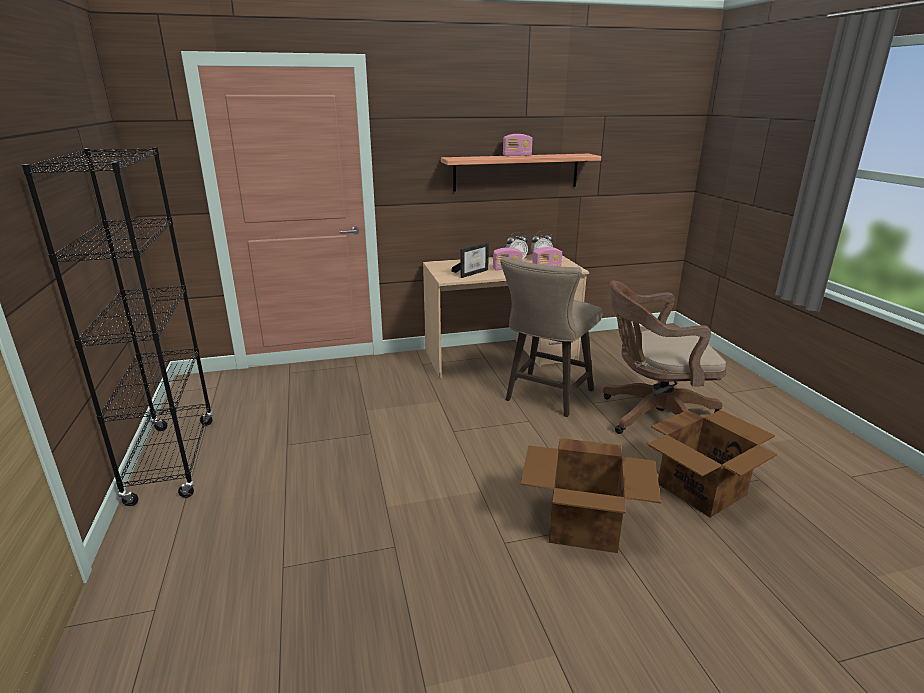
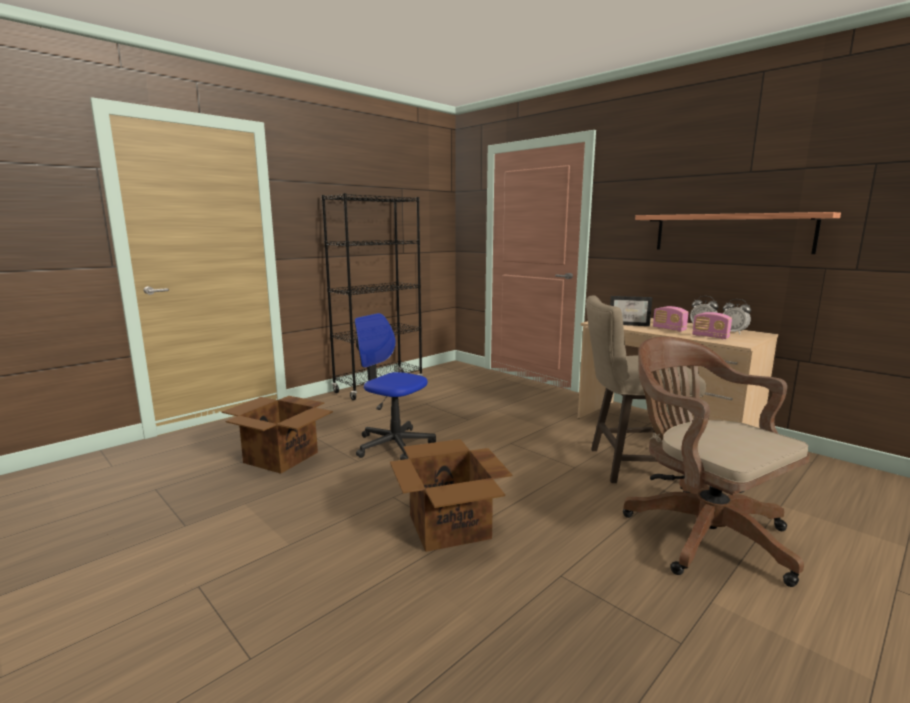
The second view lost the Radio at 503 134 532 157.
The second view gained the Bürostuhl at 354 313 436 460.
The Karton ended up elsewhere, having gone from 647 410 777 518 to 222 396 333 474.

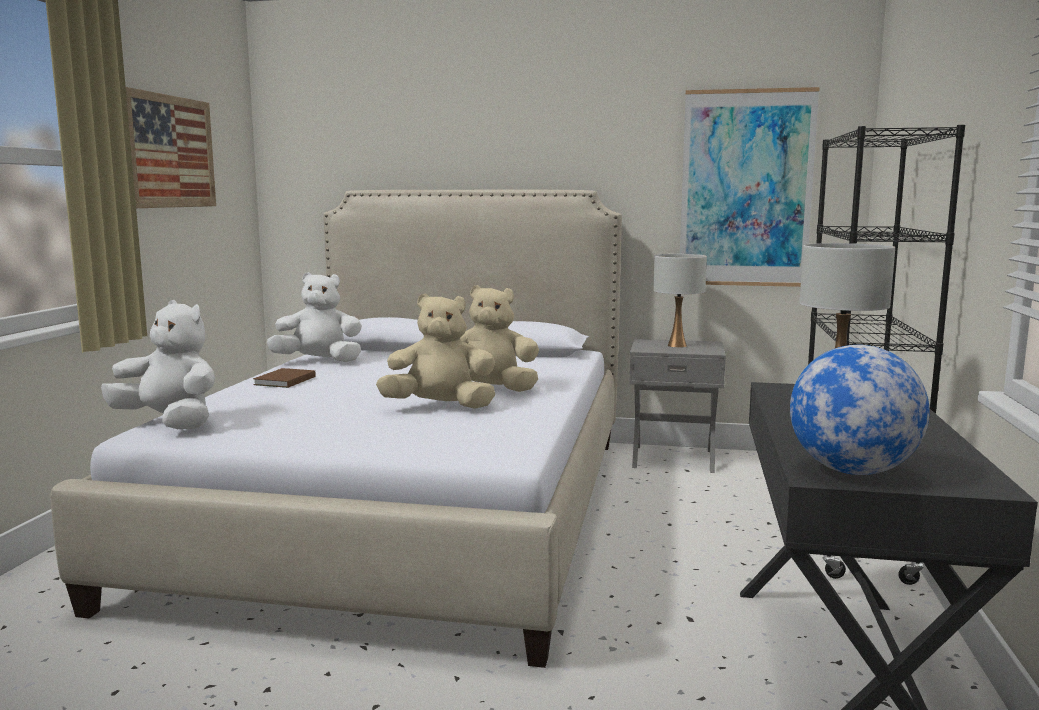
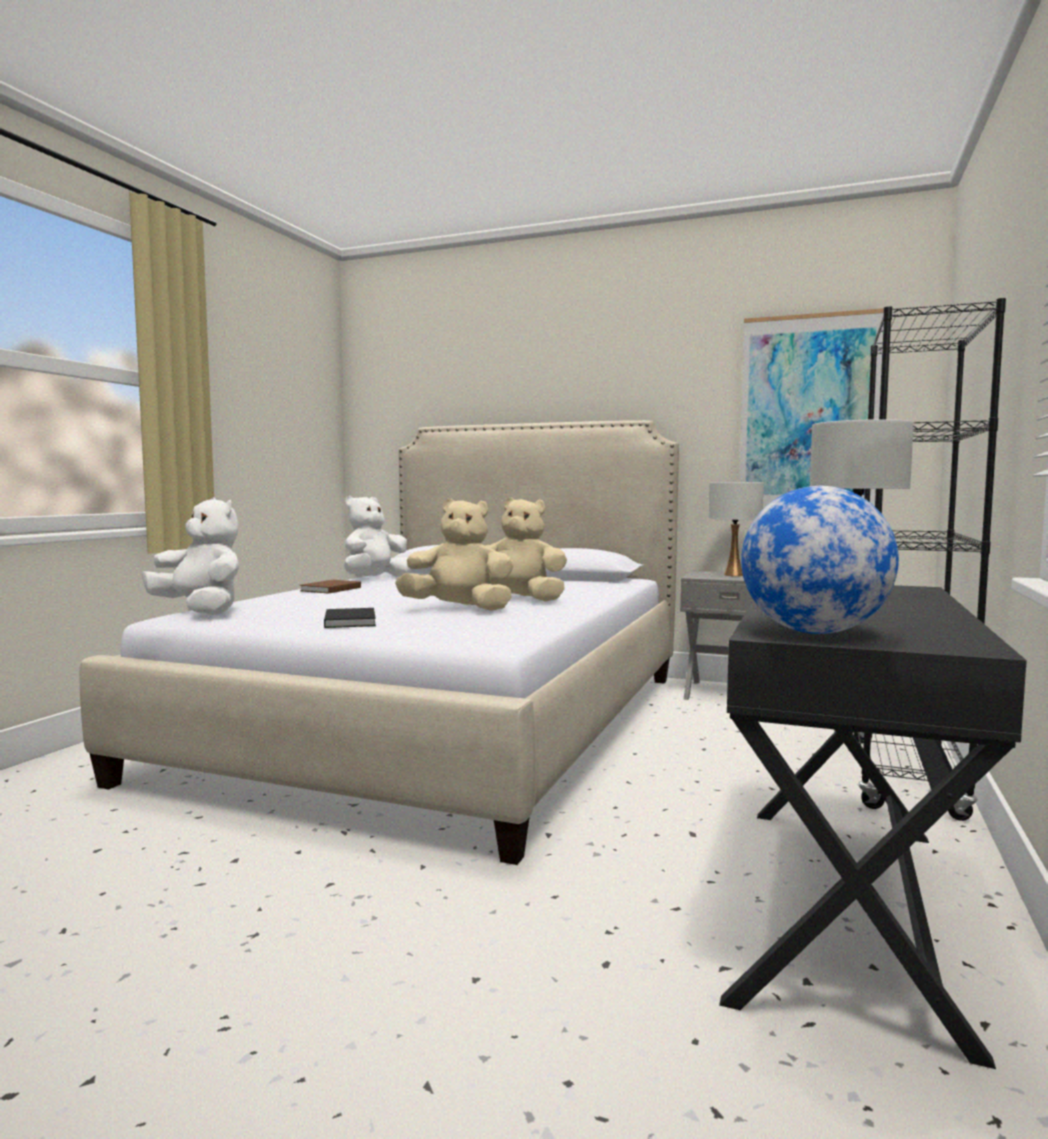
The second view lost the Bild at 126 87 216 208.
The second view gained the Buch (schwarz) at 324 608 376 628.
The Plüschtier (weiß) at 266 272 362 362 ended up facing another way, 60 degrees counterclockwise from before.

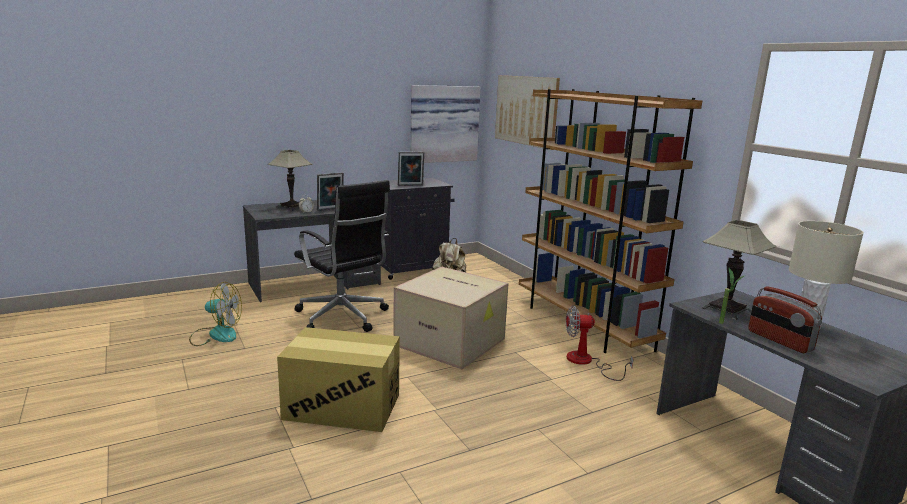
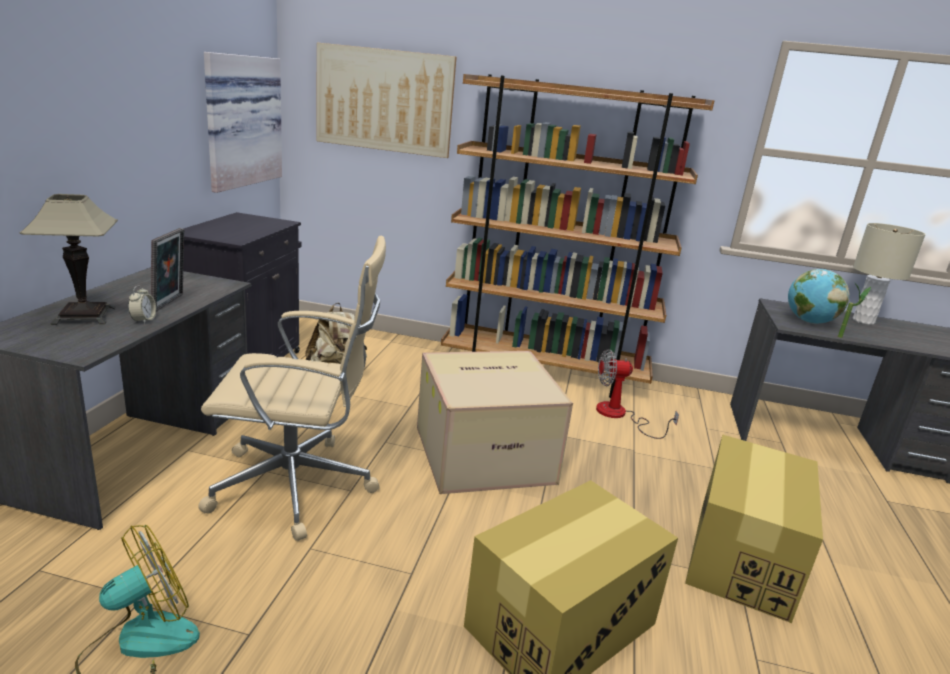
The second view lost the Bilderrahmen at 398 152 424 186.
The second view lost the Radio at 748 286 822 353.
The second view gained the Karton at 685 435 823 623.
Where the Tischlampe stood at 702 220 776 320, the Globus came to stand at 788 269 850 324.
What was the Bürostuhl (schwarz) at 294 180 390 332 turned into the Bürostuhl (beige) at 198 236 386 541.
The Ventilator at 566 306 634 381 ended up facing another way, 45 degrees clockwise from before.

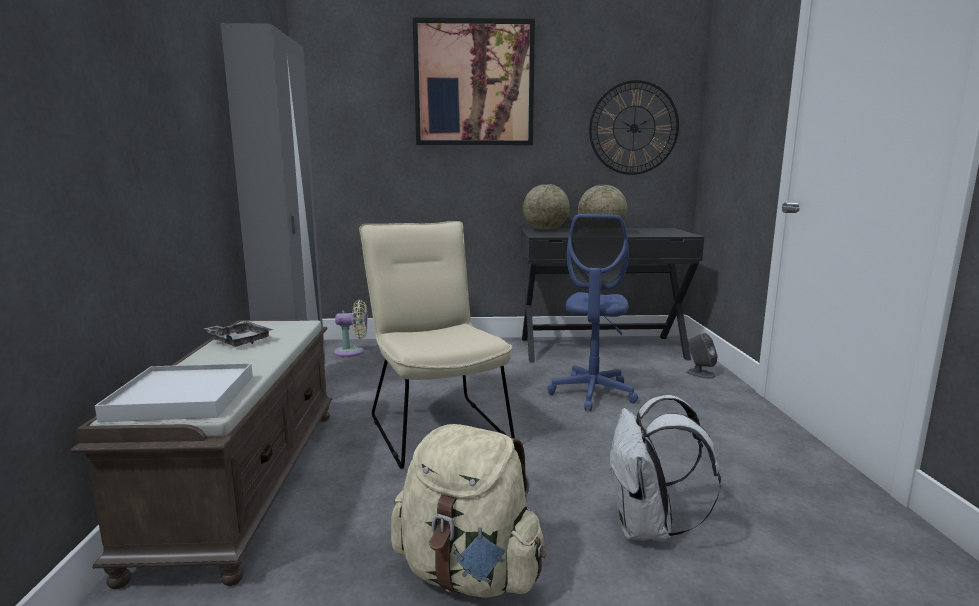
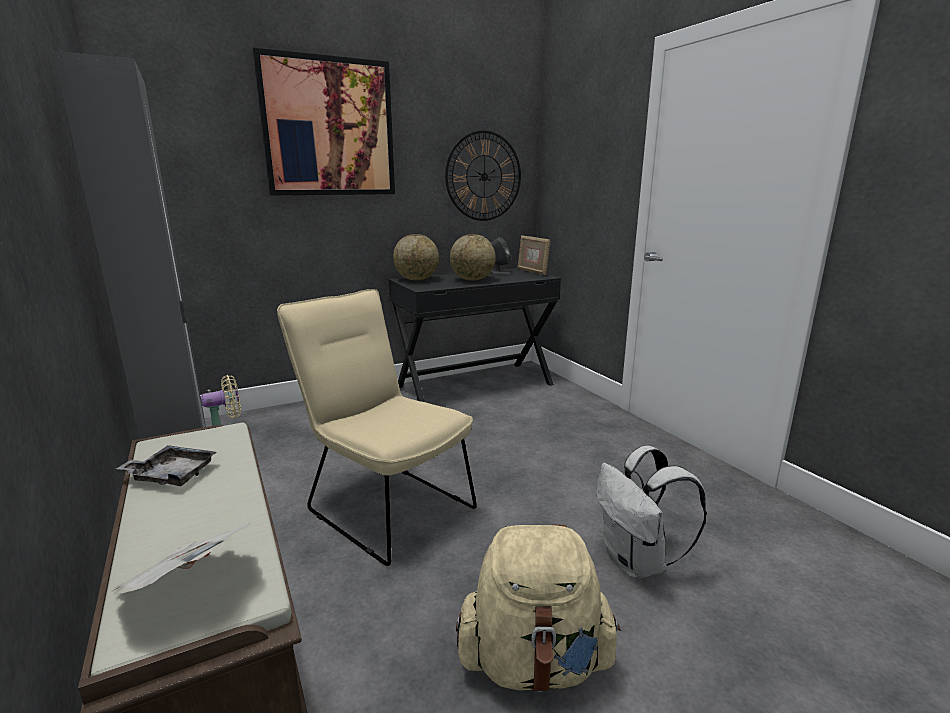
The second view lost the Bürostuhl (blau) at 547 214 638 411.
The second view gained the Bilderrahmen at 518 235 551 275.
The Lautsprecher (grau) ended up elsewhere, having gone from 686 333 718 379 to 490 237 511 274.
Where the Tablett (weiß) stood at 95 363 253 422, the Zeitung came to stand at 111 524 252 594.

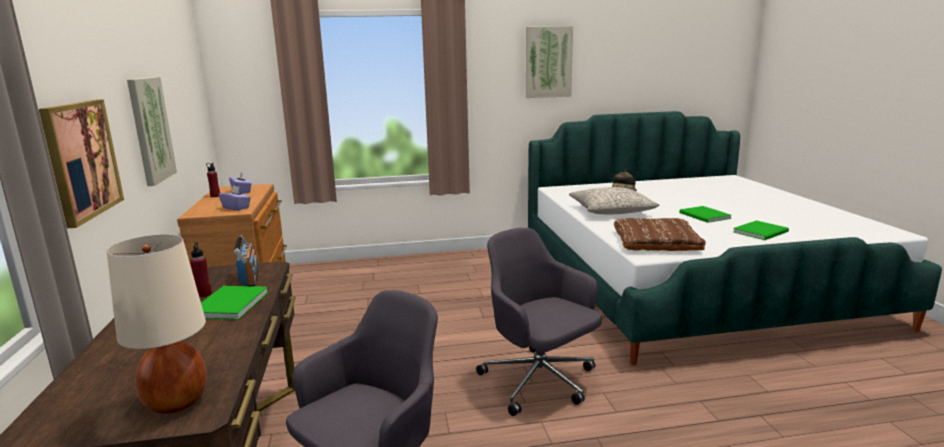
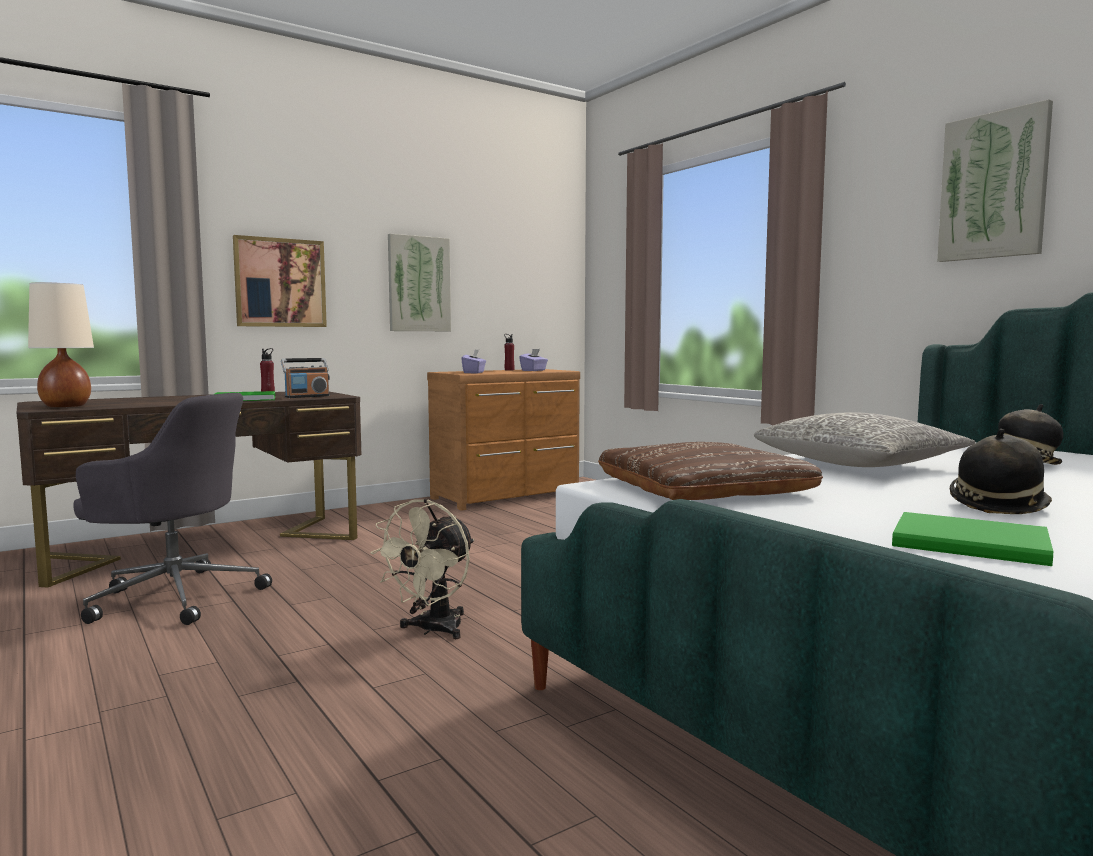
Where the Bürostuhl (grau) stood at 476 227 602 416, the Ventilator (beige) came to stand at 370 499 474 639.
Where the Buch (grün) stood at 679 206 731 223, the Hut came to stand at 950 429 1052 514.

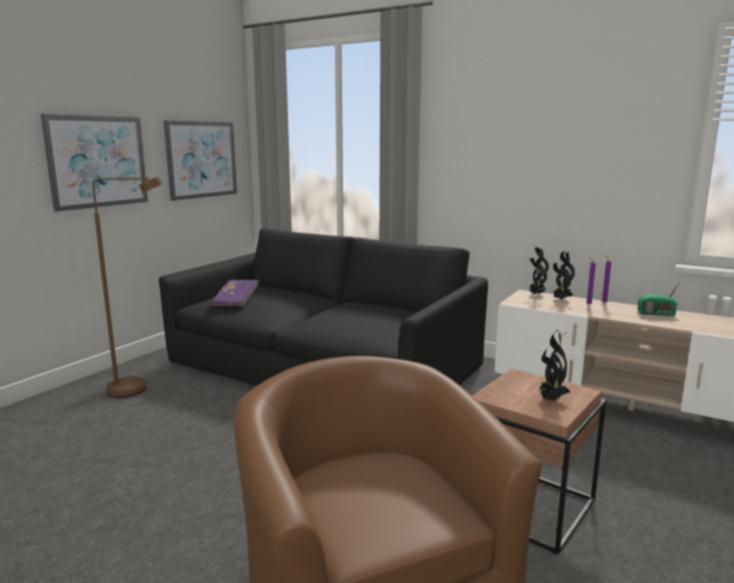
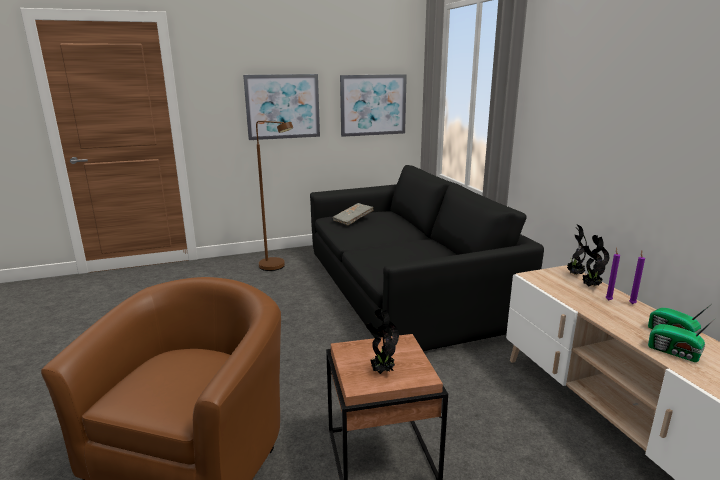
The second view gained the Radio at 648 318 716 362.
What was the Buch (lila) at 211 280 259 306 turned into the Buch (grau) at 333 203 374 225.

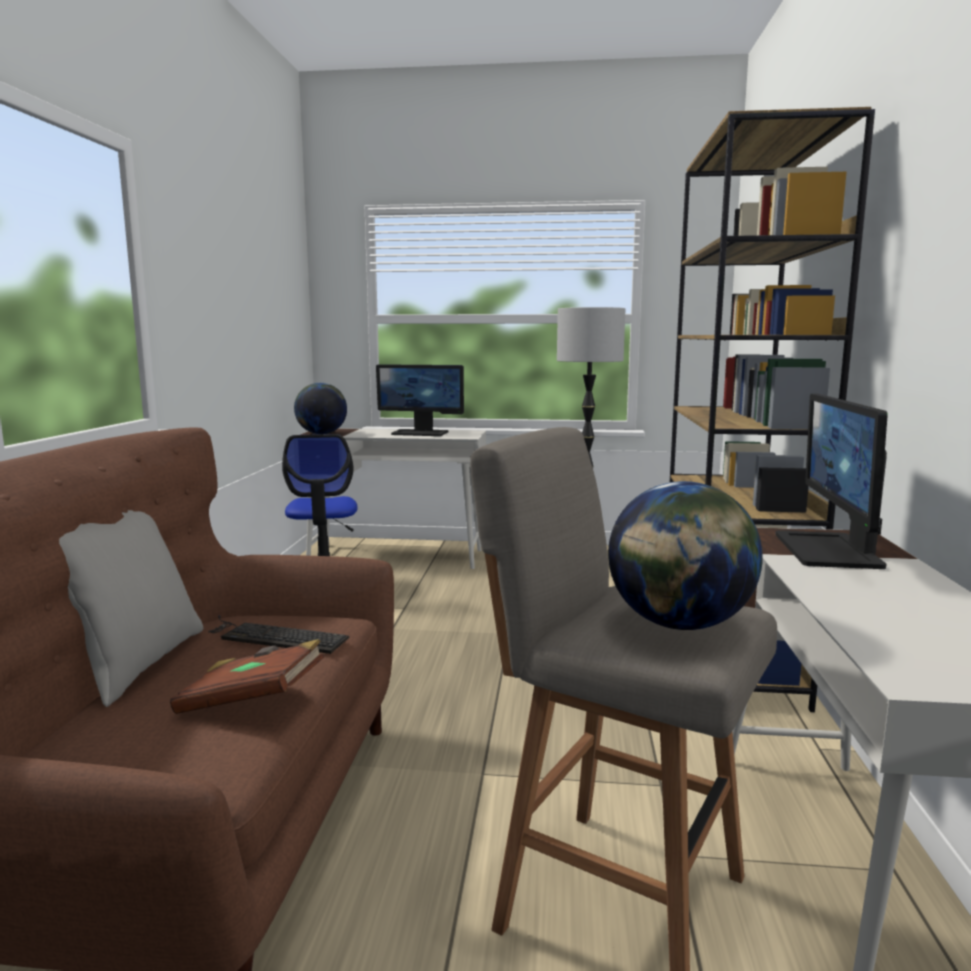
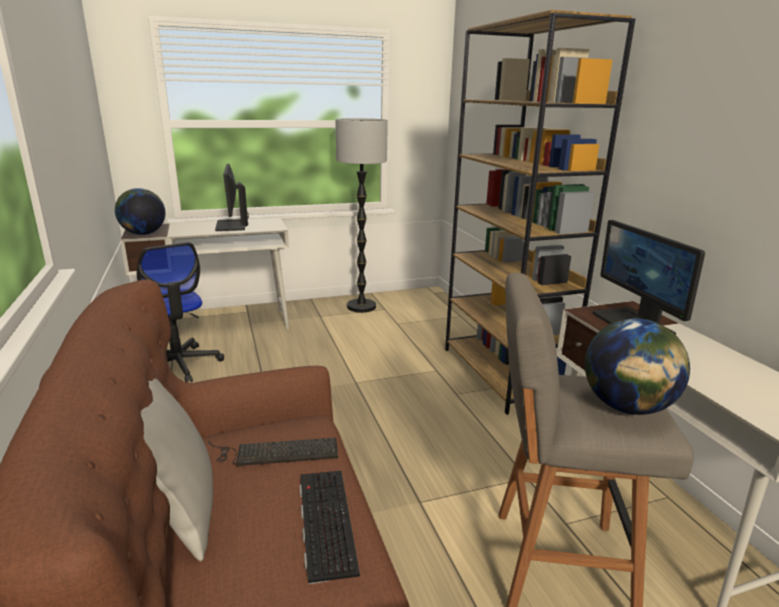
Where the Buch (braun) stood at 170 639 324 714, the Tastatur came to stand at 299 471 360 584.
The Monitor at 376 364 464 436 ended up facing another way, 90 degrees clockwise from before.

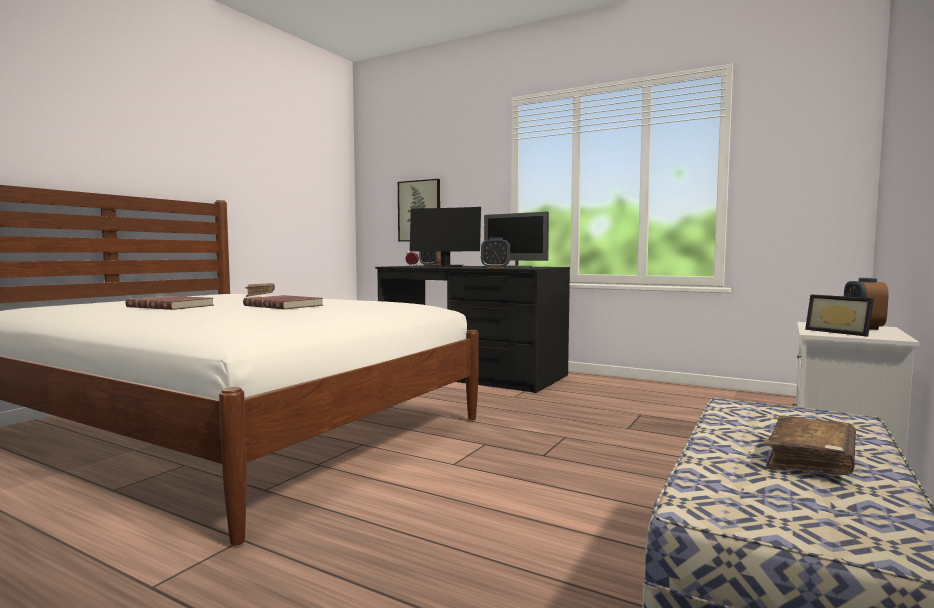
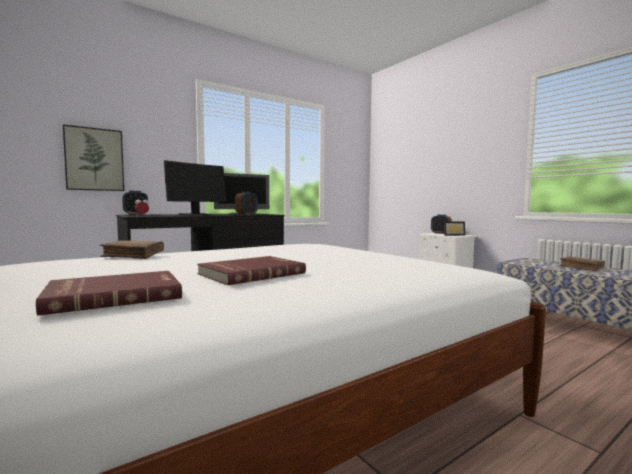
The Buch (rot) ended up elsewhere, having gone from 243 295 323 309 to 36 271 182 316.

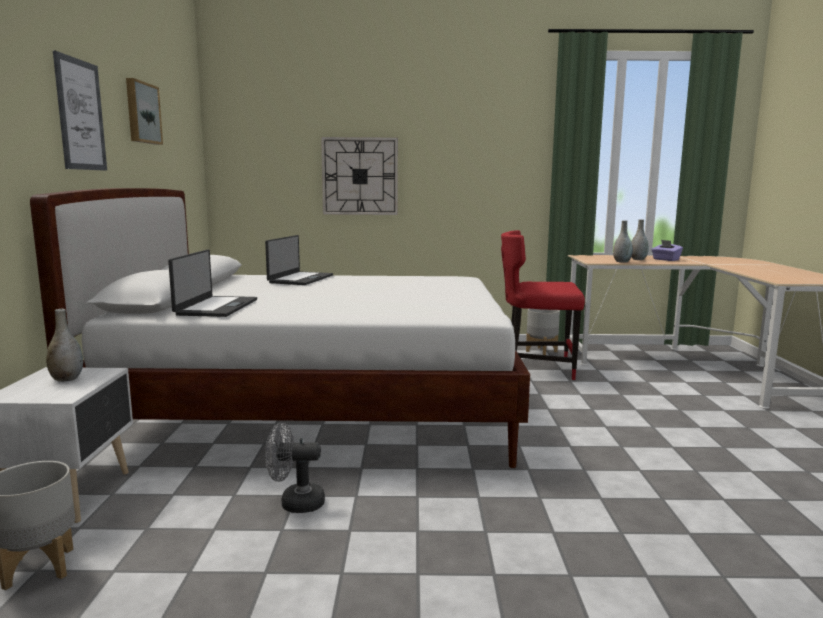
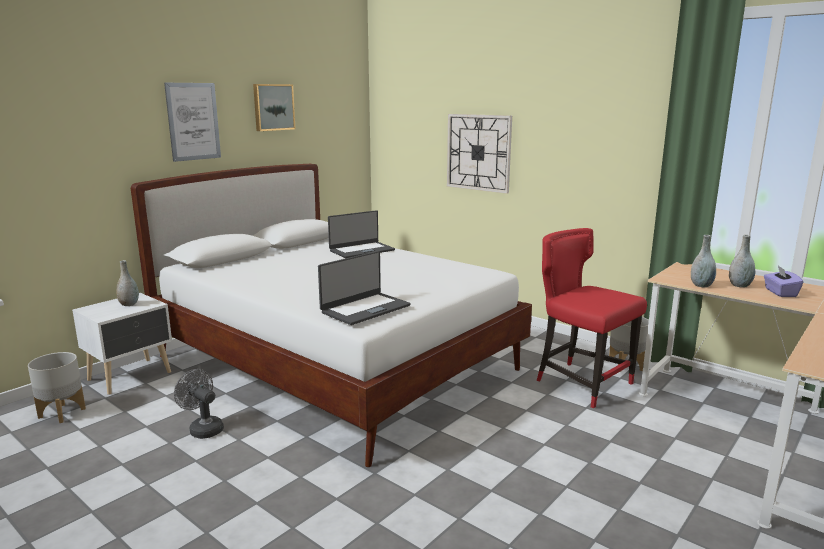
The Laptop ended up elsewhere, having gone from 168 249 257 317 to 318 251 411 325.

